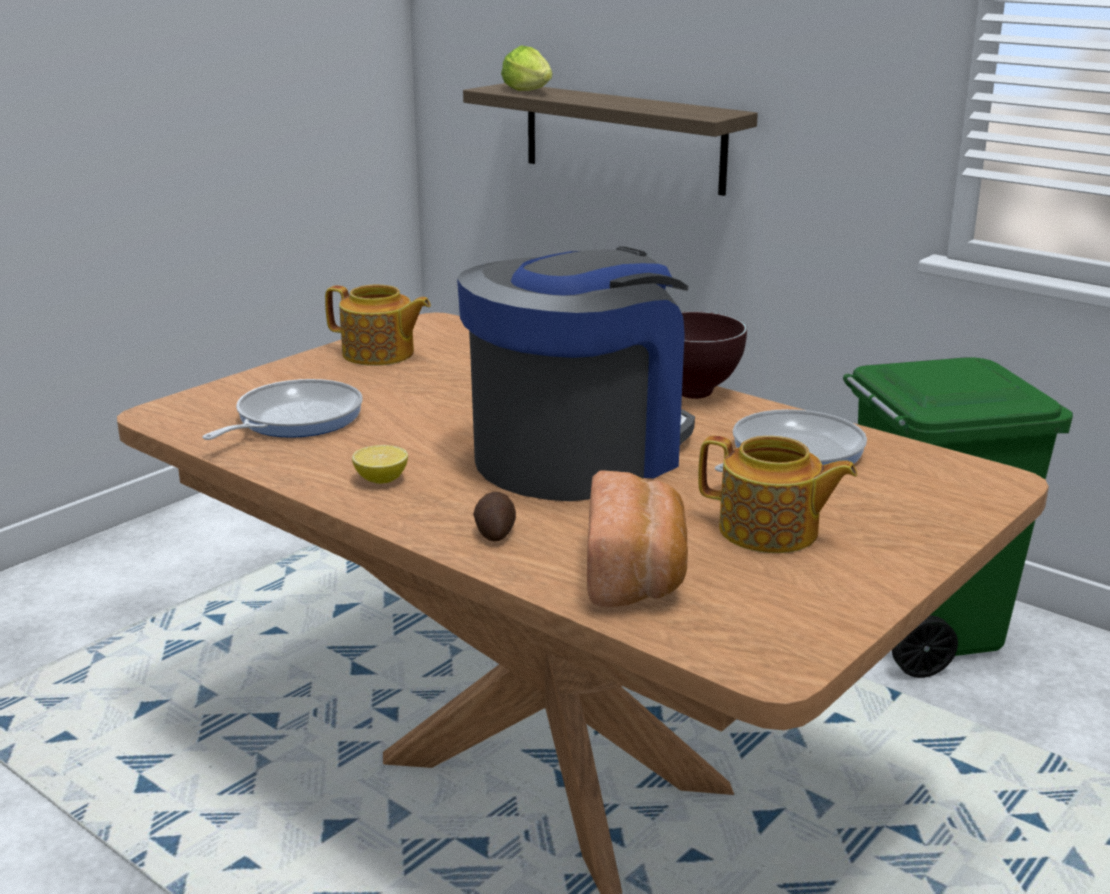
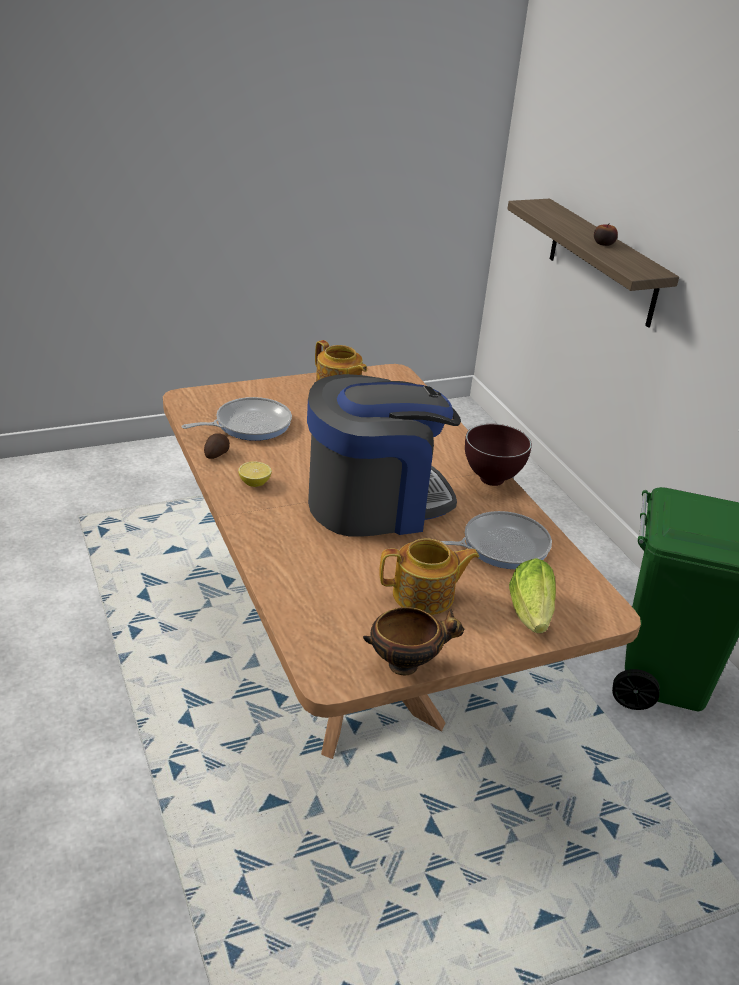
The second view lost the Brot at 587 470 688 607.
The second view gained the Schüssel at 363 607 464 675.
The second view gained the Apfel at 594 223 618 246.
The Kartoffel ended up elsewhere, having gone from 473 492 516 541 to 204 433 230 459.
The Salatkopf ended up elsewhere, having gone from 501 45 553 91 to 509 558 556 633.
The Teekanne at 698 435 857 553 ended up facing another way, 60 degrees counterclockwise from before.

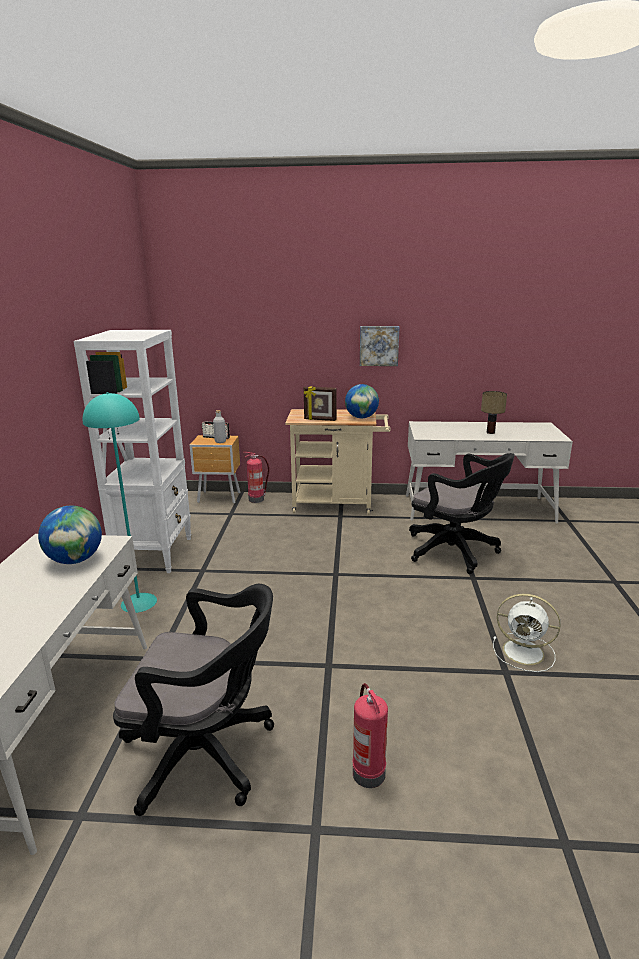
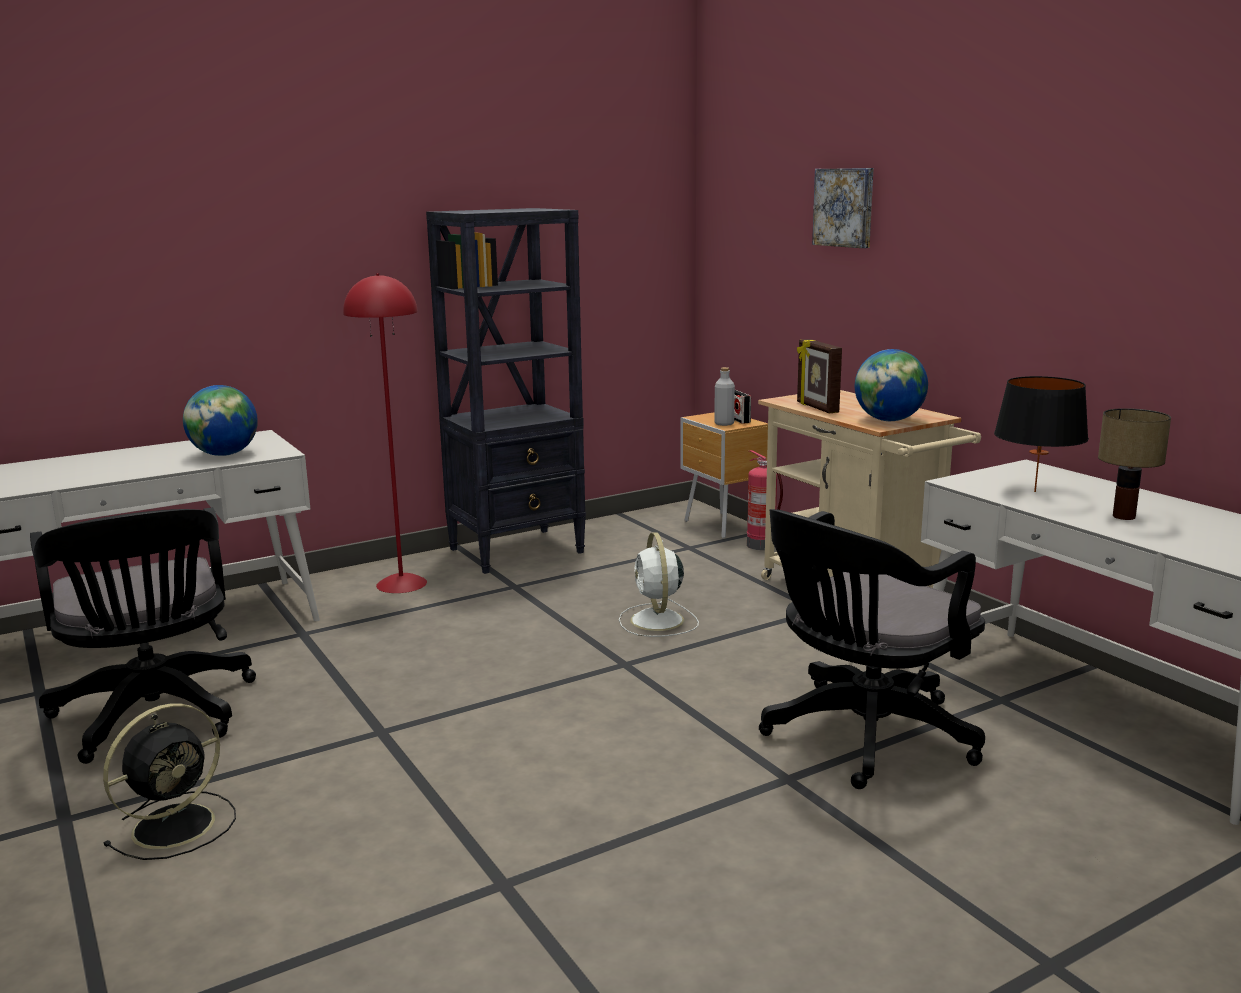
The second view gained the Tischlampe (schwarz) at 994 376 1089 492.
The Bild ended up elsewhere, having gone from 360 326 399 366 to 812 168 874 248.
The Ventilator (weiß) ended up elsewhere, having gone from 493 594 561 672 to 619 532 699 637.
Where the Feuerlöscher stood at 353 683 388 788, the Ventilator (schwarz) came to stand at 103 703 236 860.
What was the Bücherregal (weiß) at 74 330 191 573 turned into the Bücherregal (schwarz) at 426 208 586 574.
What was the Stehlampe (türkis) at 83 392 157 613 turned into the Stehlampe (rot) at 343 273 427 593.
The Bürostuhl (schwarz) at 409 453 515 574 ended up facing another way, 45 degrees clockwise from before.

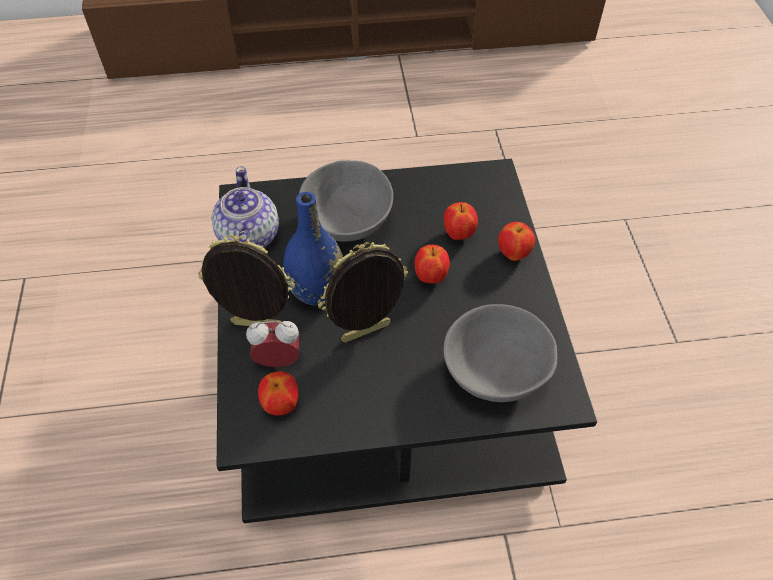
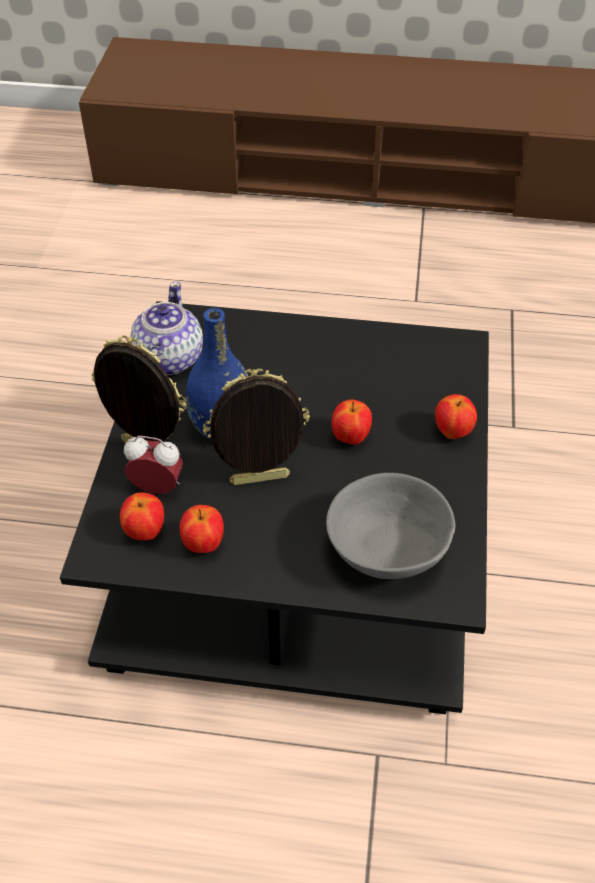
The second view lost the Schüssel (grau) at 299 160 393 242.
The Apfel ended up elsewhere, having gone from 444 202 478 240 to 180 505 224 553.

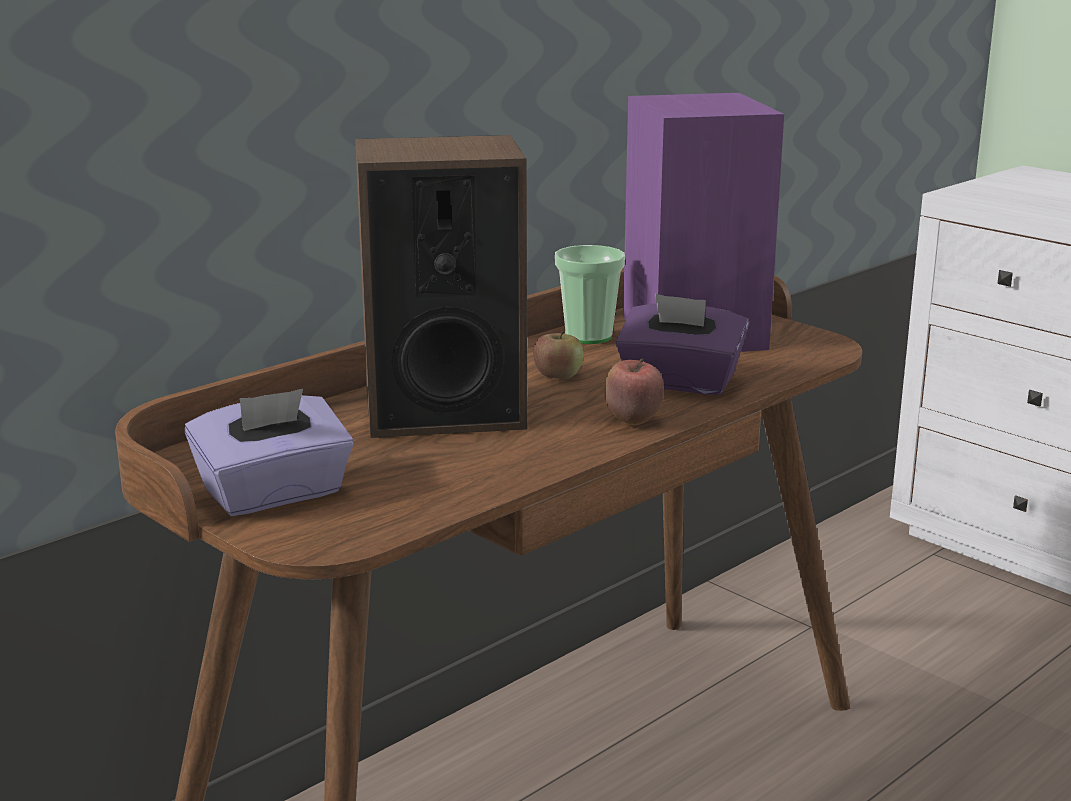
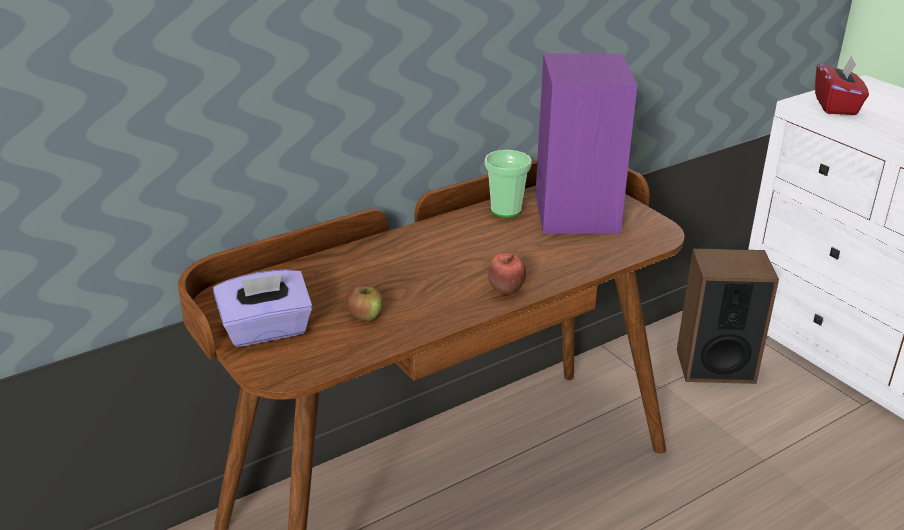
The second view lost the Taschentuchbox (lila) at 616 294 749 395.
The second view gained the Taschentuchbox (rot) at 815 56 869 115.
The Lautsprecher ended up elsewhere, having gone from 355 135 527 438 to 677 248 779 384.
The Apfel ended up elsewhere, having gone from 533 331 584 379 to 346 286 383 321.

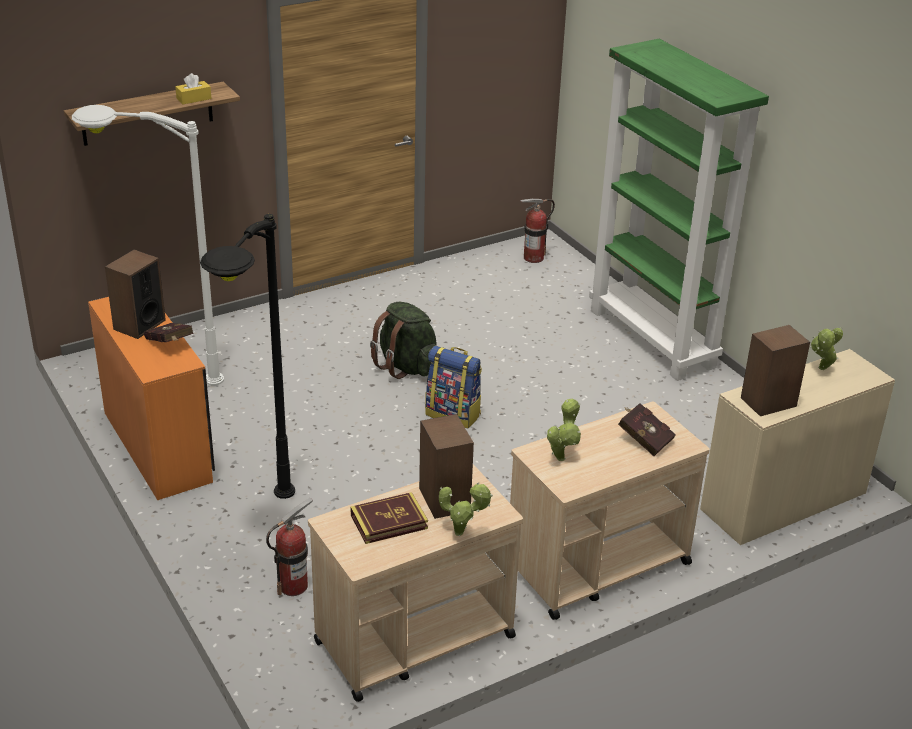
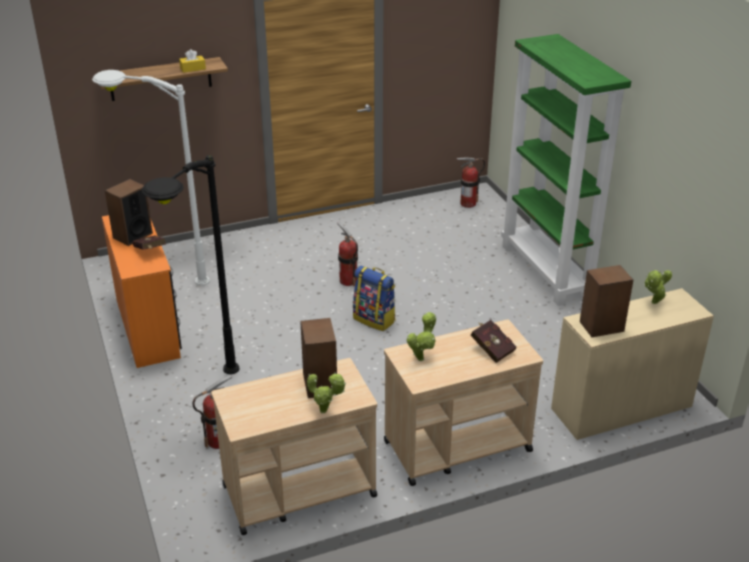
The second view lost the Buch at 351 492 428 544.
Where the Rucksack (grün) stood at 370 302 437 379, the Feuerlöscher came to stand at 337 222 358 286.

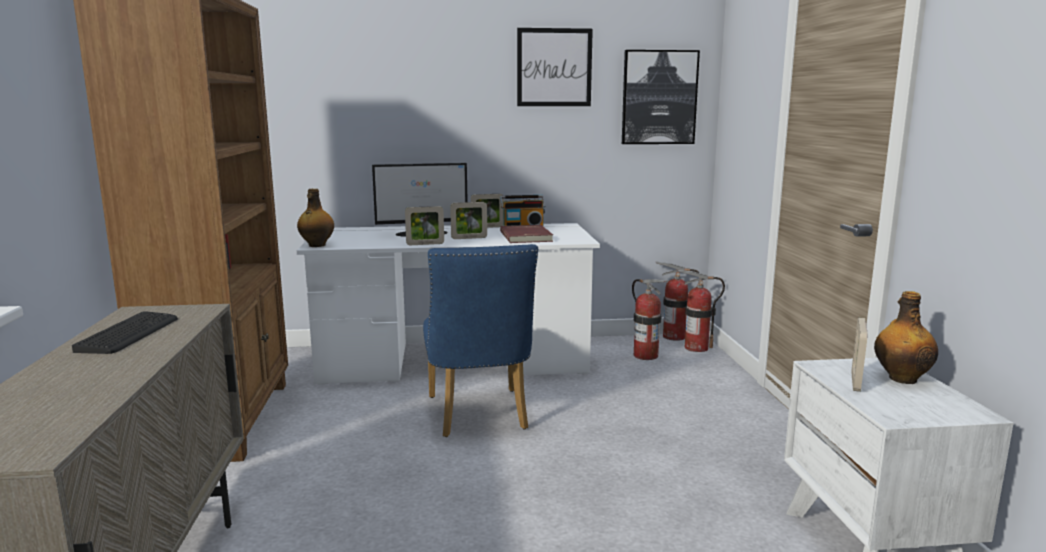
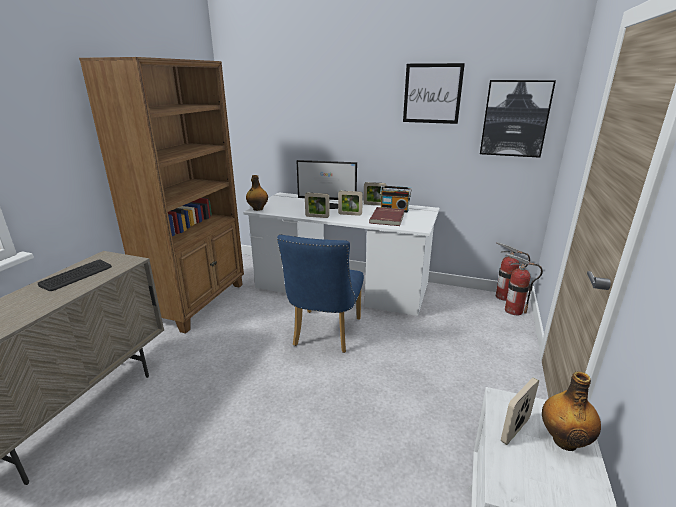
The second view lost the Feuerlöscher at 632 279 667 360.

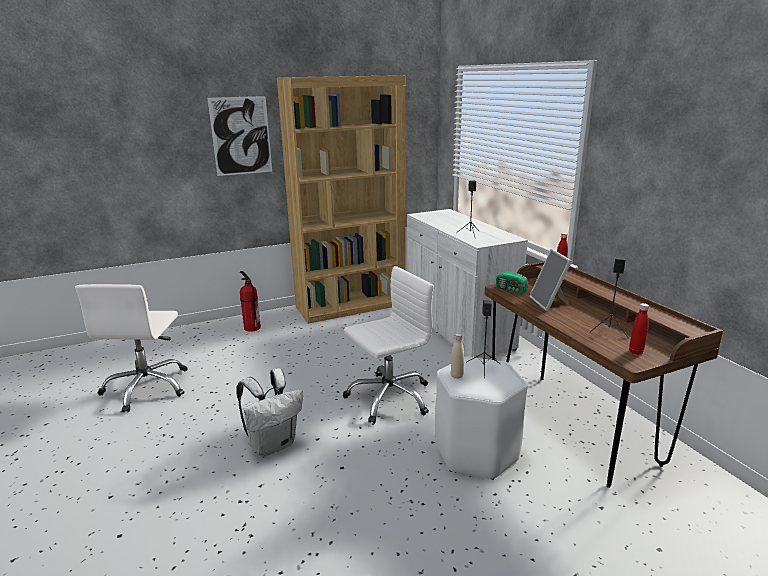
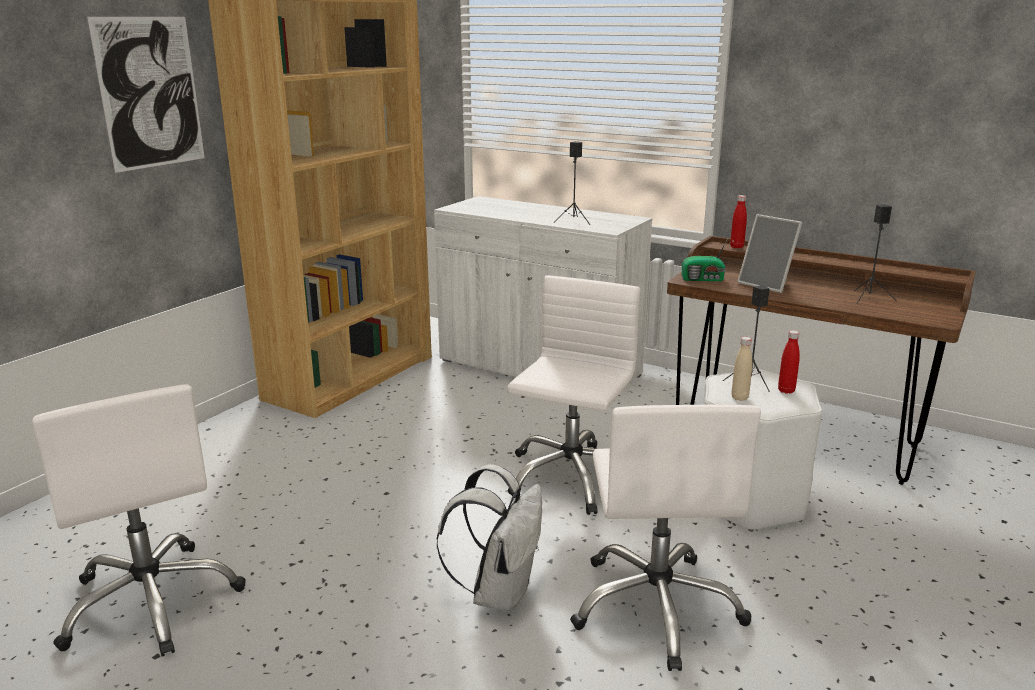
The second view lost the Feuerlöscher at 240 271 261 332.
The second view gained the Bürostuhl (weiß) at 570 404 761 671.
The Flasche (rot) ended up elsewhere, having gone from 629 303 649 355 to 778 330 800 394.

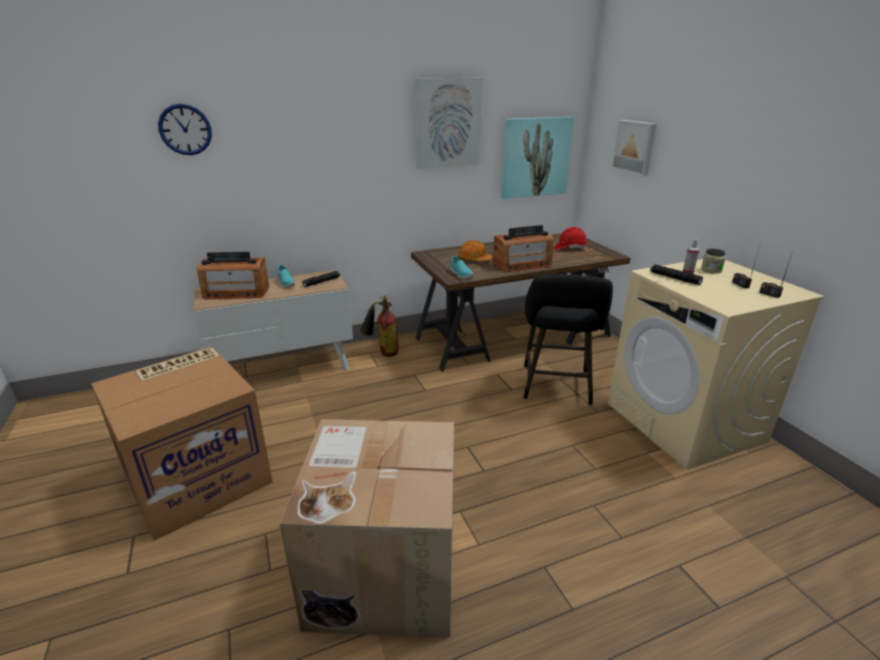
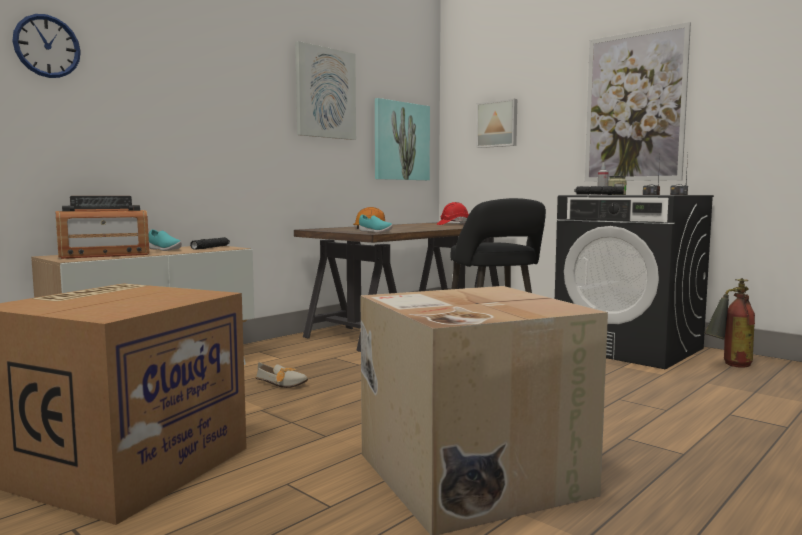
The second view lost the Radio at 493 225 553 272.
The second view gained the Schuh at 256 362 308 388.
The second view gained the Bild at 585 22 691 182.
The Feuerlöscher ended up elsewhere, having gone from 360 295 399 357 to 704 278 755 368.
What was the Waschmaschine (beige) at 608 259 825 470 turned into the Waschmaschine (schwarz) at 555 195 714 370.

